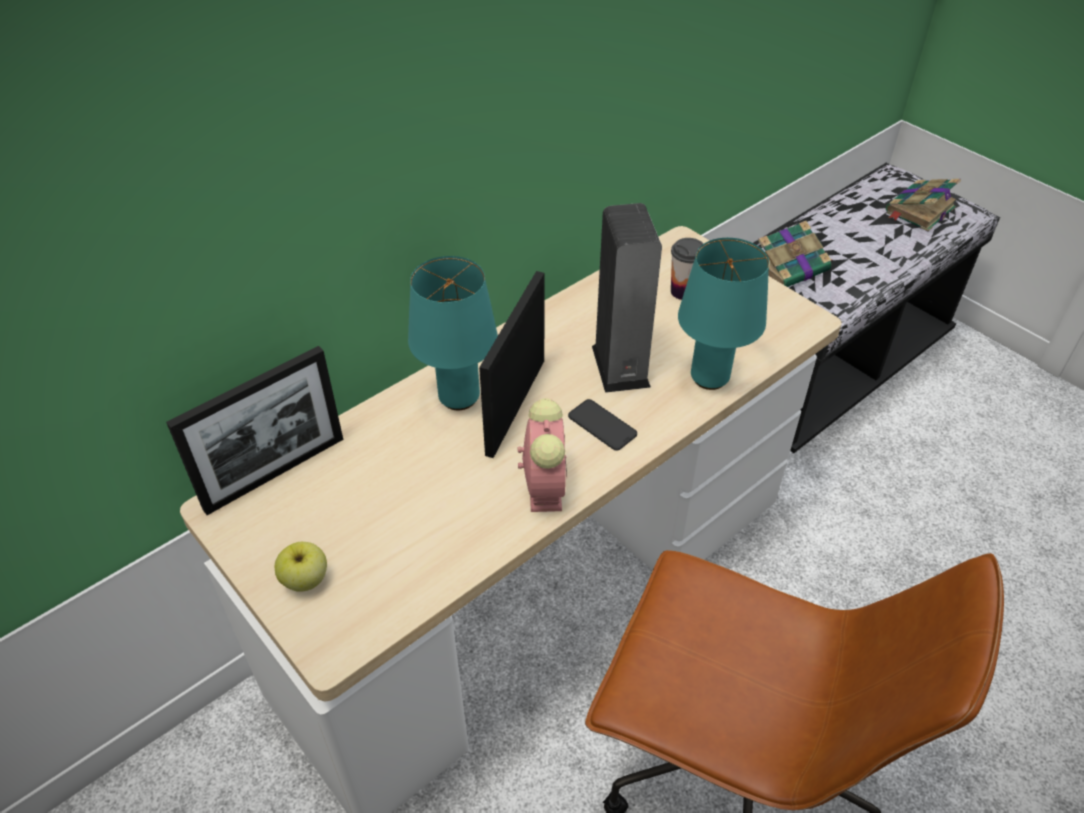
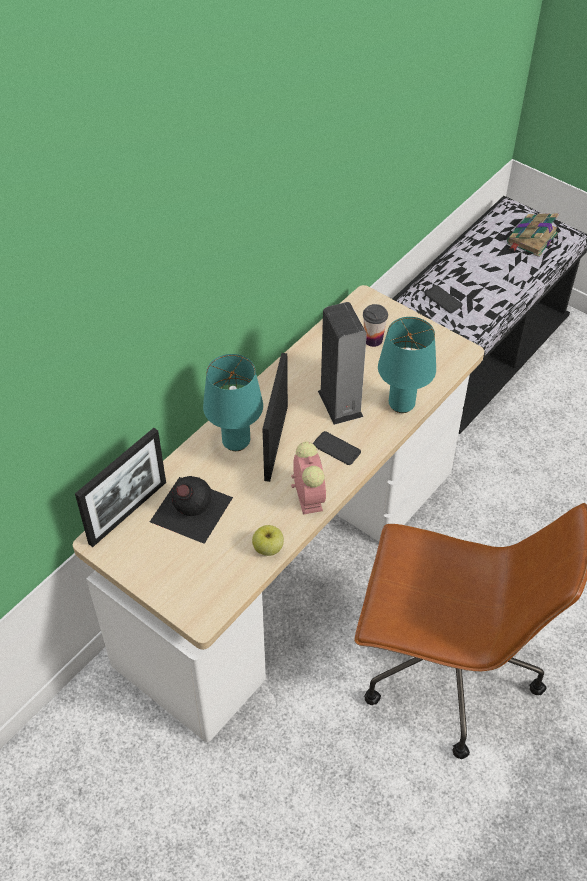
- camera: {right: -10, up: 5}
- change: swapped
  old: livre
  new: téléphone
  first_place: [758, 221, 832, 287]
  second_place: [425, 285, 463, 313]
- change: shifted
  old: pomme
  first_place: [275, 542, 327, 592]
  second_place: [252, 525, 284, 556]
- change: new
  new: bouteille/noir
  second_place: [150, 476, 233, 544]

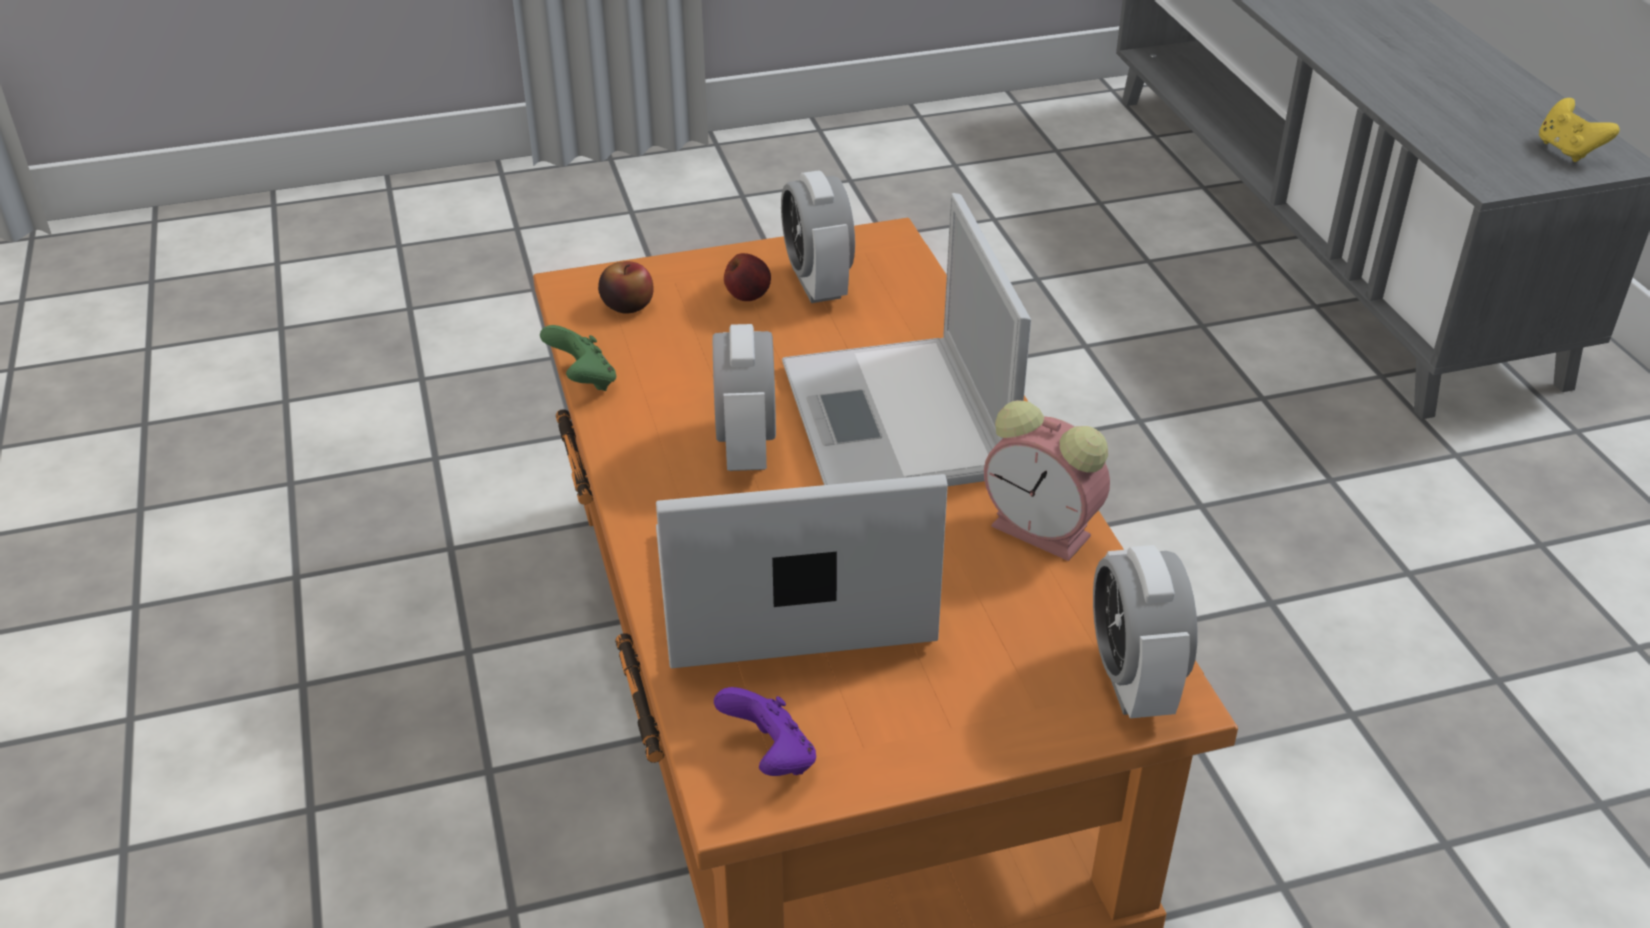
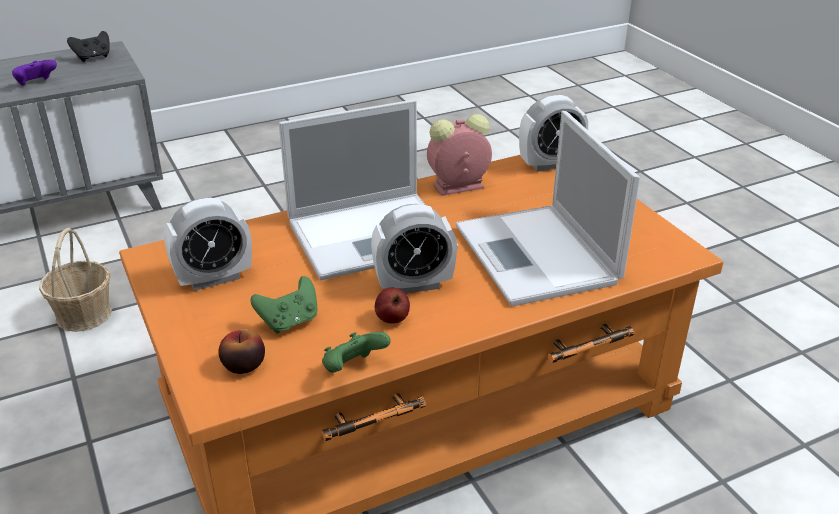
- camera: {right: -100, up: -5}
- change: repainted
  old: manette/jaune
  new: manette/noir
  first_place: [1539, 98, 1620, 162]
  second_place: [67, 31, 110, 62]
- change: shifted
  old: pomme
  first_place: [724, 253, 771, 301]
  second_place: [375, 288, 410, 324]
- change: rotated
  old: réveil
  first_place: [984, 400, 1110, 561]
  second_place: [427, 114, 492, 196]
  degrees: -135
- change: shifted
  old: manette/violet
  first_place: [714, 687, 816, 776]
  second_place: [12, 60, 57, 85]
- change: new
  new: panier
  second_place: [39, 228, 112, 332]
- change: new
  new: manette/vert
  second_place: [250, 276, 317, 333]

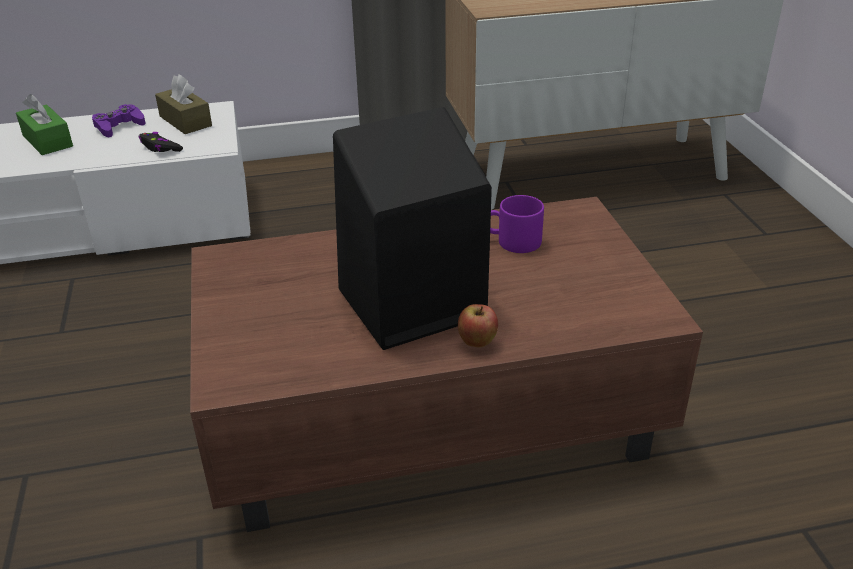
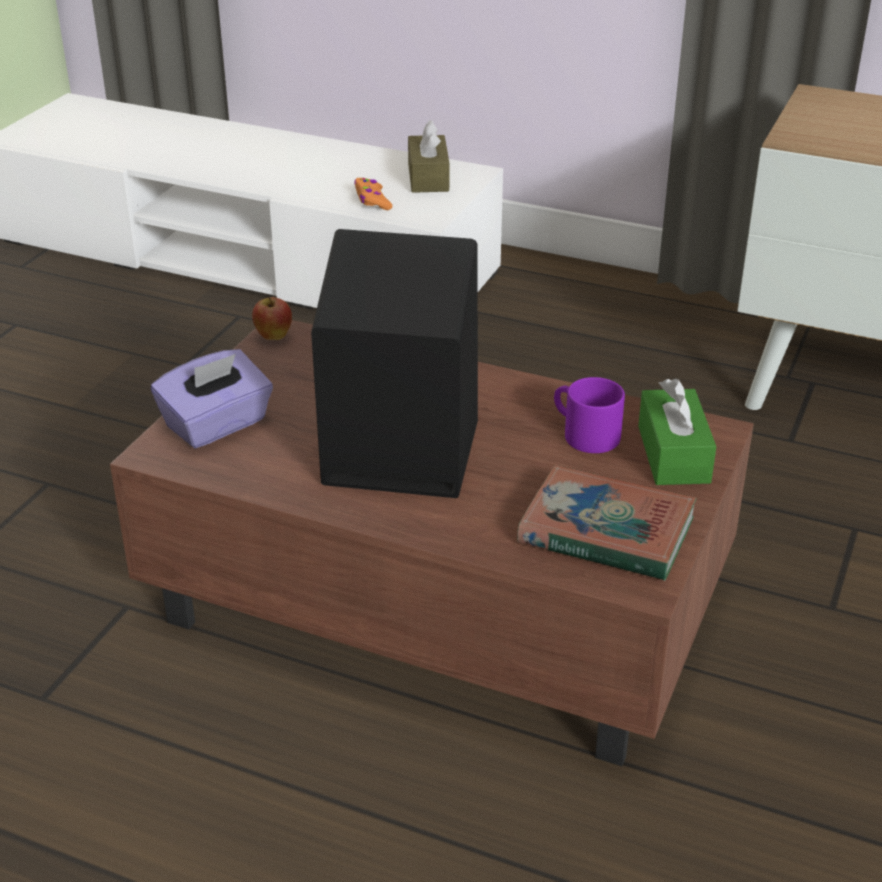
- camera: {right: 35, up: 0}
- change: shifted
  old: boîte à mouchoirs/vert
  first_place: [16, 94, 73, 155]
  second_place: [638, 378, 716, 485]
- change: gone
  old: manette/violet
  first_place: [92, 104, 145, 137]
- change: repainted
  old: manette/noir
  new: manette/orange
  first_place: [139, 132, 183, 152]
  second_place: [354, 178, 392, 210]
- change: shifted
  old: pomme
  first_place: [458, 304, 498, 348]
  second_place: [252, 297, 292, 340]
- change: new
  new: boîte à mouchoirs/violet
  second_place: [151, 349, 273, 448]
- change: new
  new: livre
  second_place: [517, 465, 697, 581]

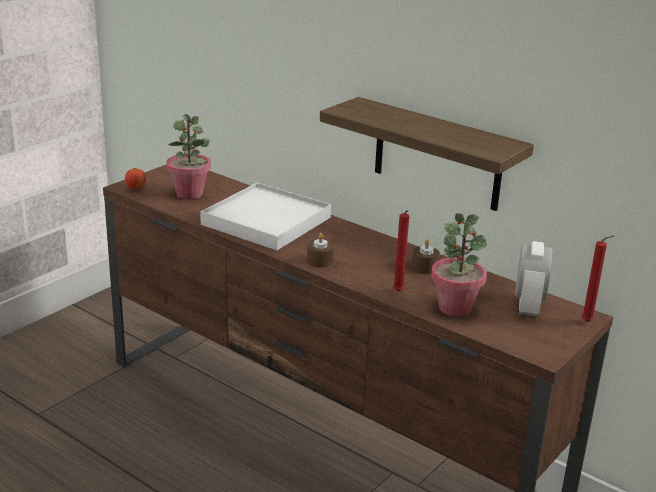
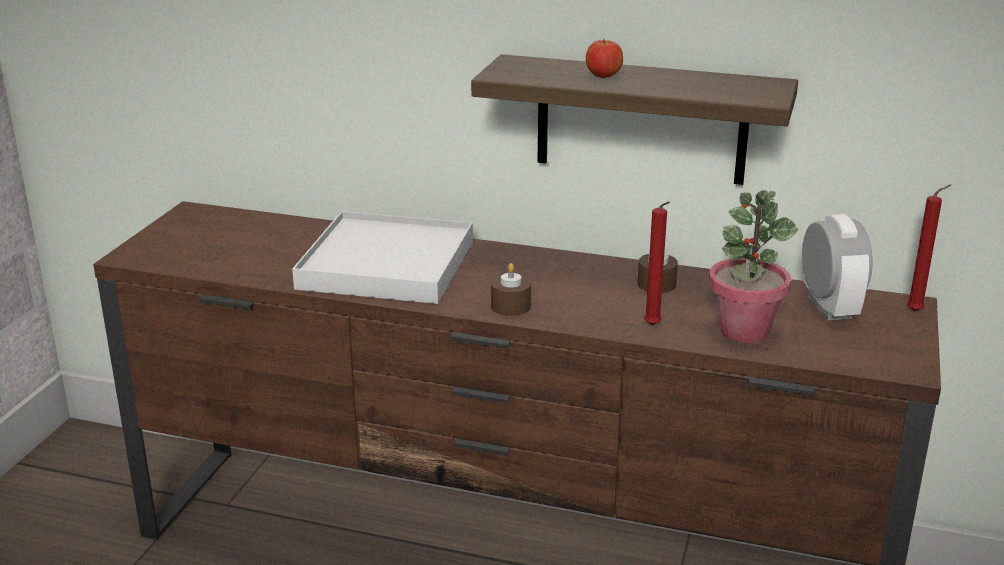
- camera: {right: -20, up: 0}
- change: gone
  old: plante en pot
  first_place: [166, 114, 211, 199]
- change: shifted
  old: pomme
  first_place: [125, 168, 146, 190]
  second_place: [586, 39, 623, 78]

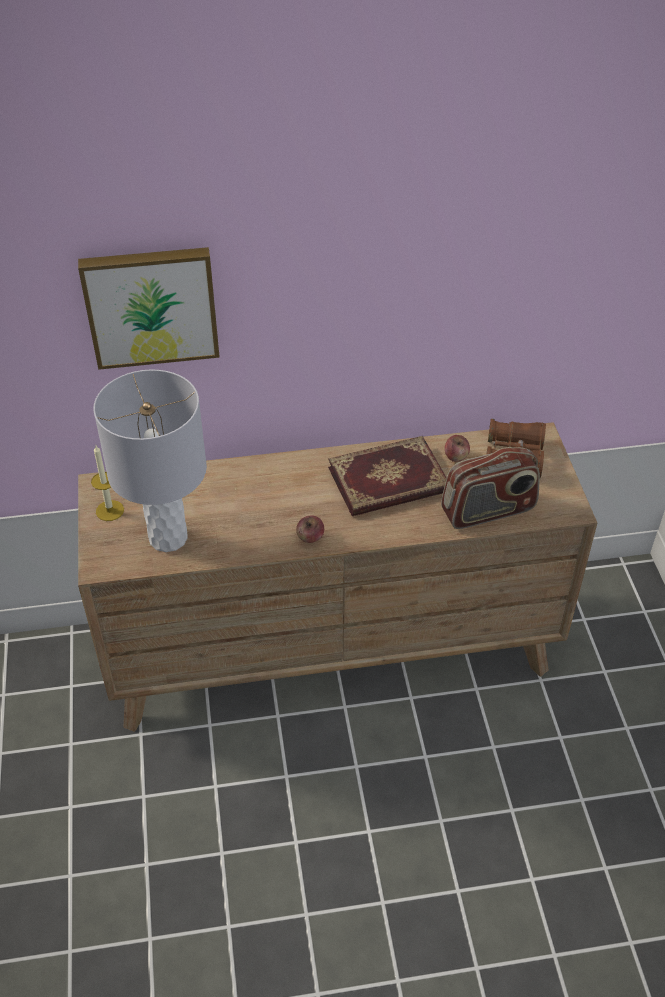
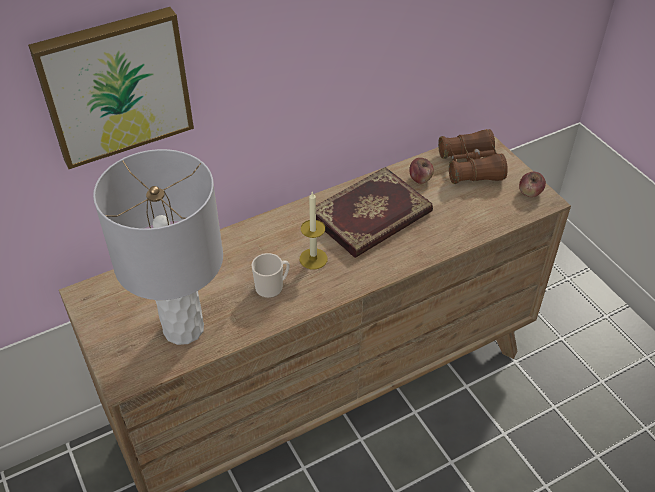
- camera: {right: -20, up: 0}
- change: shifted
  old: bougie
  first_place: [91, 446, 124, 521]
  second_place: [300, 191, 328, 269]
- change: gone
  old: radio
  first_place: [441, 447, 540, 529]
- change: shifted
  old: pomme
  first_place: [296, 516, 324, 543]
  second_place: [519, 172, 546, 197]
- change: new
  new: mug
  second_place: [251, 253, 290, 298]

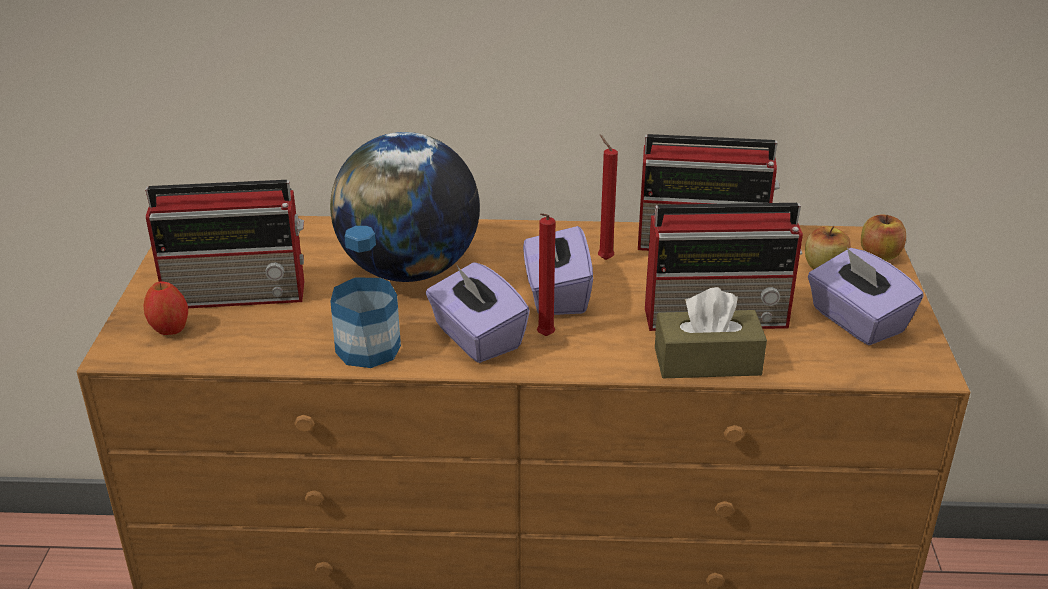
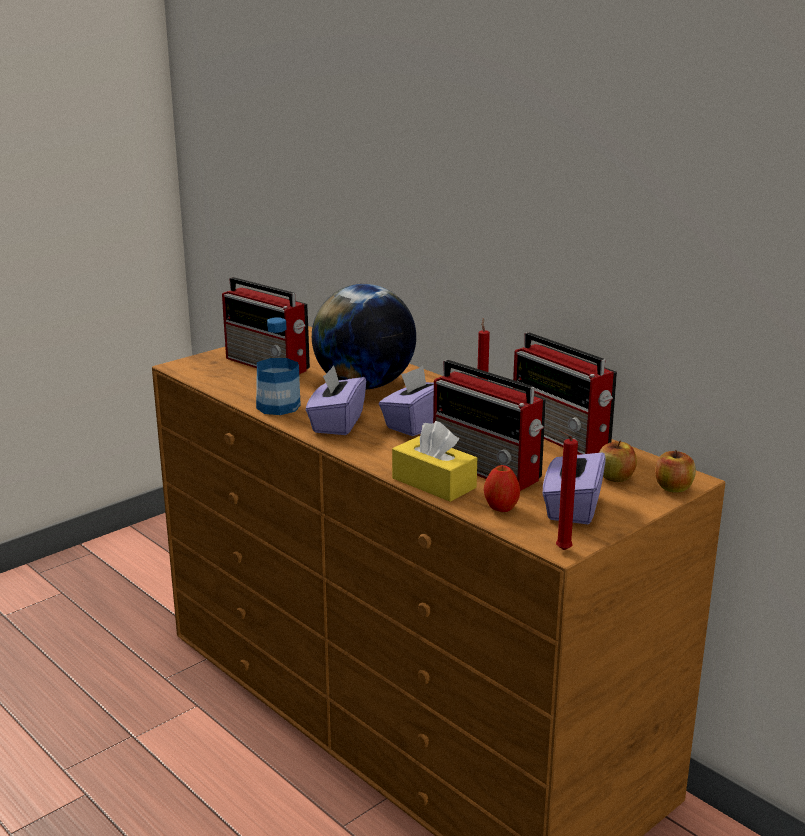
- camera: {right: 45, up: -10}
- change: shifted
  old: bougie/rouge
  first_place: [537, 213, 555, 336]
  second_place: [556, 430, 578, 550]
- change: shifted
  old: pomme
  first_place: [143, 282, 188, 335]
  second_place: [484, 465, 520, 512]
- change: repainted
  old: boîte à mouchoirs/marron
  new: boîte à mouchoirs/jaune
  first_place: [655, 287, 767, 378]
  second_place: [392, 421, 477, 502]

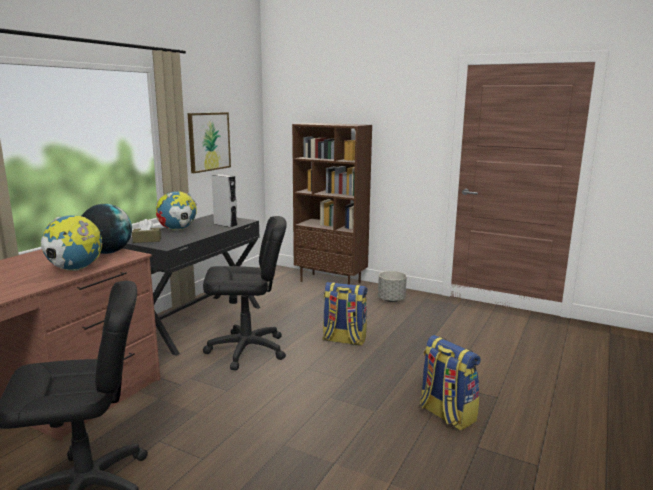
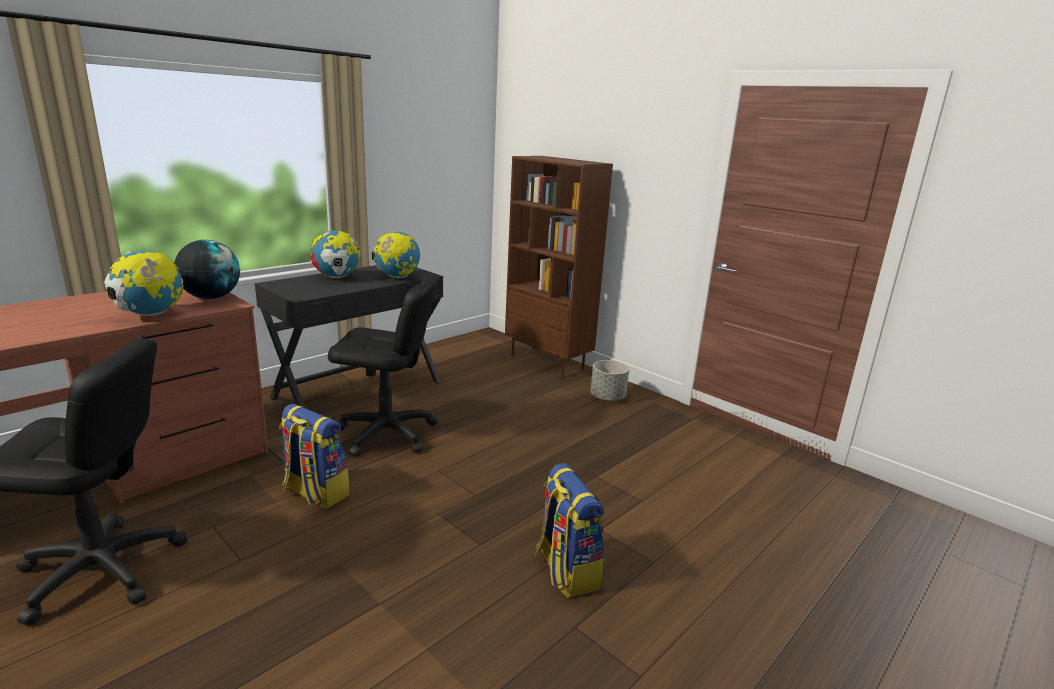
- camera: {right: 15, up: 5}
- change: gone
  old: tableau
  first_place: [188, 112, 231, 173]
- change: swapped
  old: enceinte/gris
  new: globe
  first_place: [211, 174, 237, 228]
  second_place: [372, 231, 420, 278]
- change: gone
  old: boîte à mouchoirs/marron
  first_place: [132, 219, 161, 243]
- change: shifted
  old: sac à dos
  first_place: [322, 282, 367, 346]
  second_place: [279, 404, 350, 509]

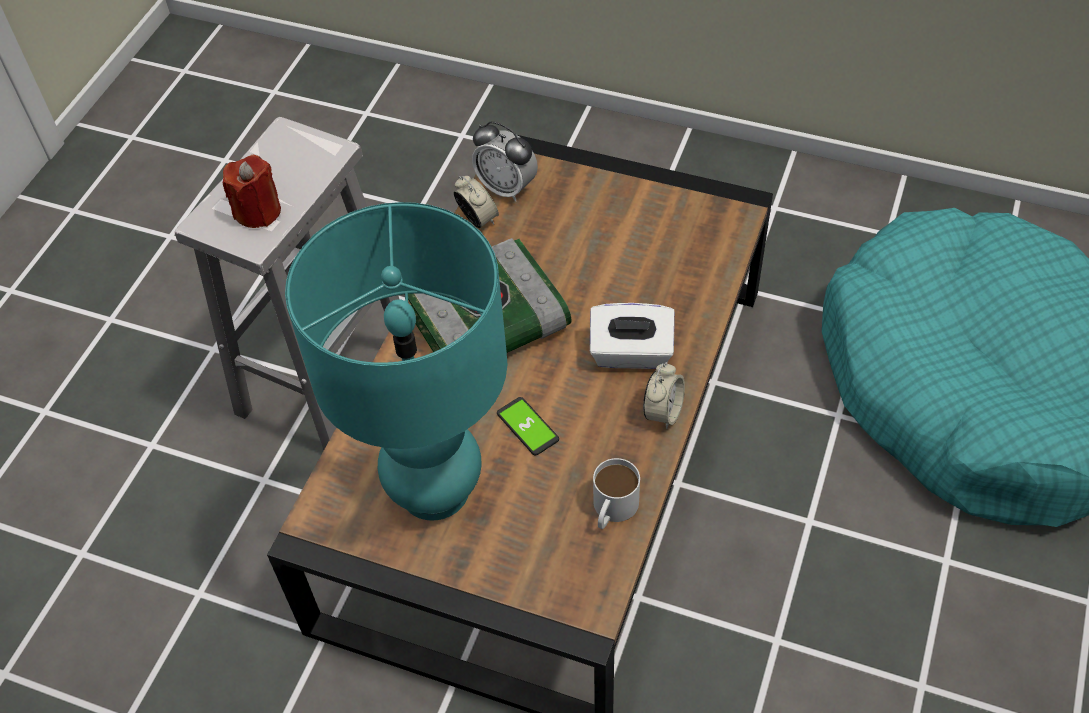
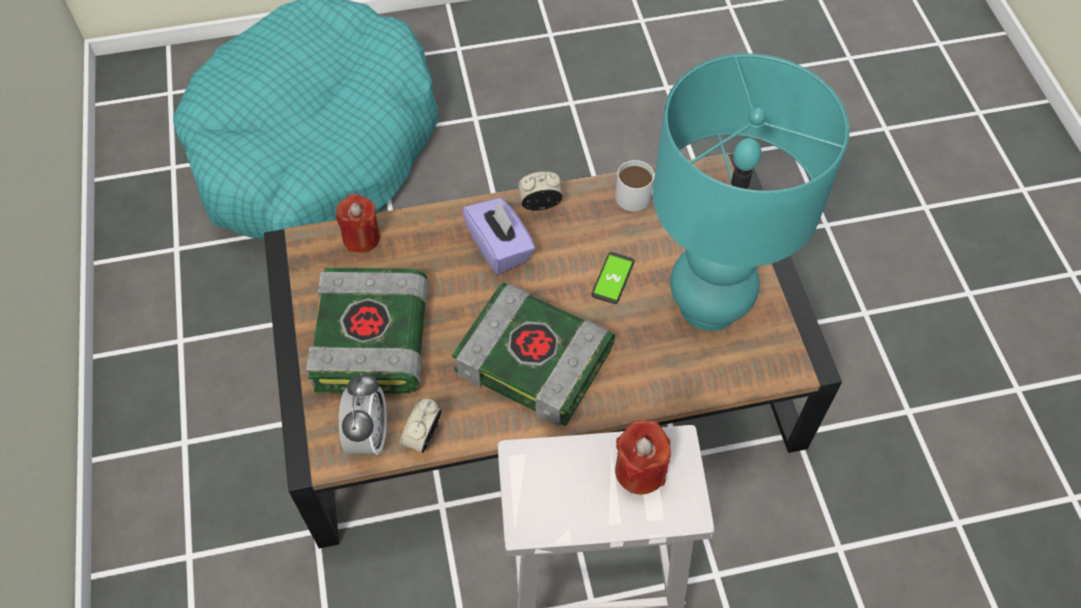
- camera: {right: -125, up: 5}
- change: repainted
  old: boîte à mouchoirs/blanc
  new: boîte à mouchoirs/violet
  first_place: [590, 303, 675, 369]
  second_place: [462, 198, 536, 275]
- change: new
  new: bougie/rouge
  second_place: [336, 194, 380, 253]
- change: new
  new: livre
  second_place: [306, 267, 428, 394]

